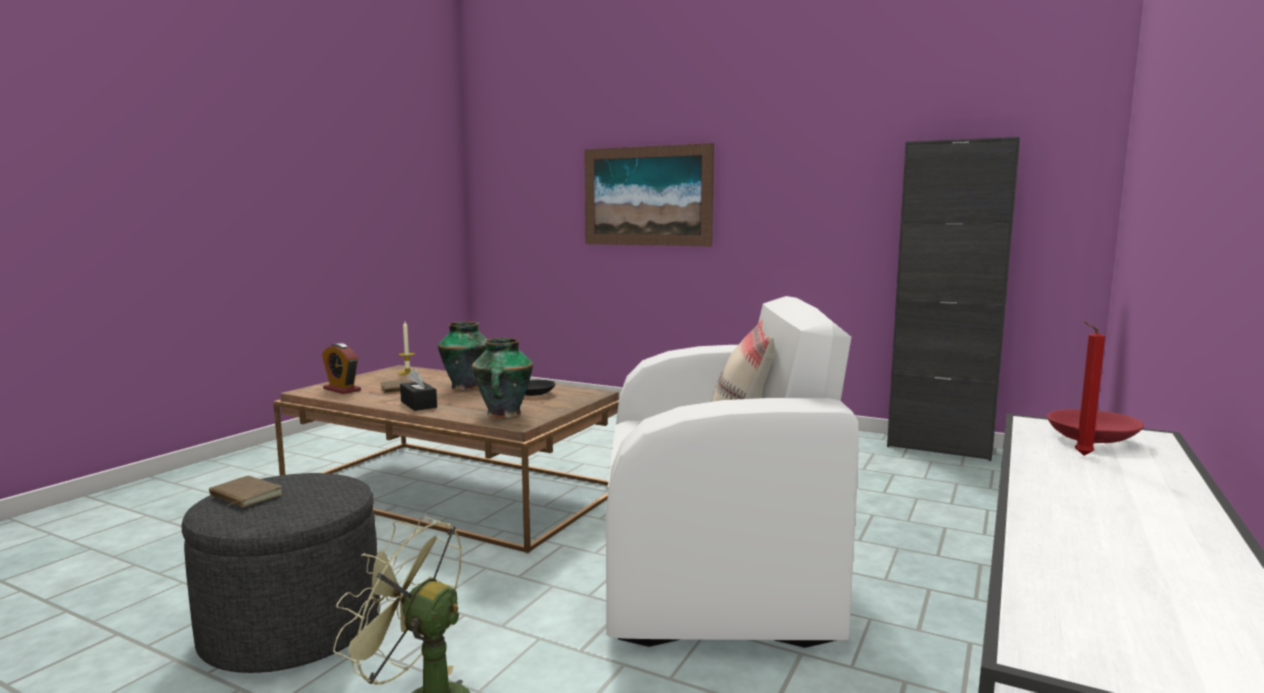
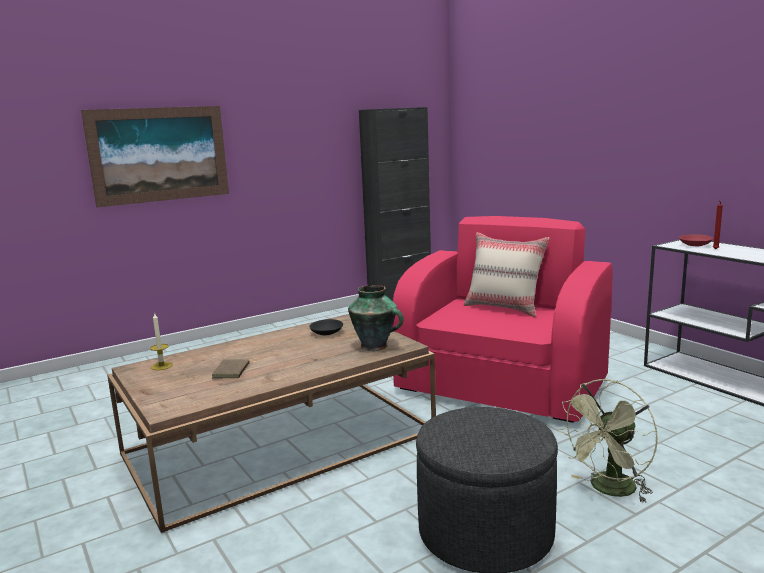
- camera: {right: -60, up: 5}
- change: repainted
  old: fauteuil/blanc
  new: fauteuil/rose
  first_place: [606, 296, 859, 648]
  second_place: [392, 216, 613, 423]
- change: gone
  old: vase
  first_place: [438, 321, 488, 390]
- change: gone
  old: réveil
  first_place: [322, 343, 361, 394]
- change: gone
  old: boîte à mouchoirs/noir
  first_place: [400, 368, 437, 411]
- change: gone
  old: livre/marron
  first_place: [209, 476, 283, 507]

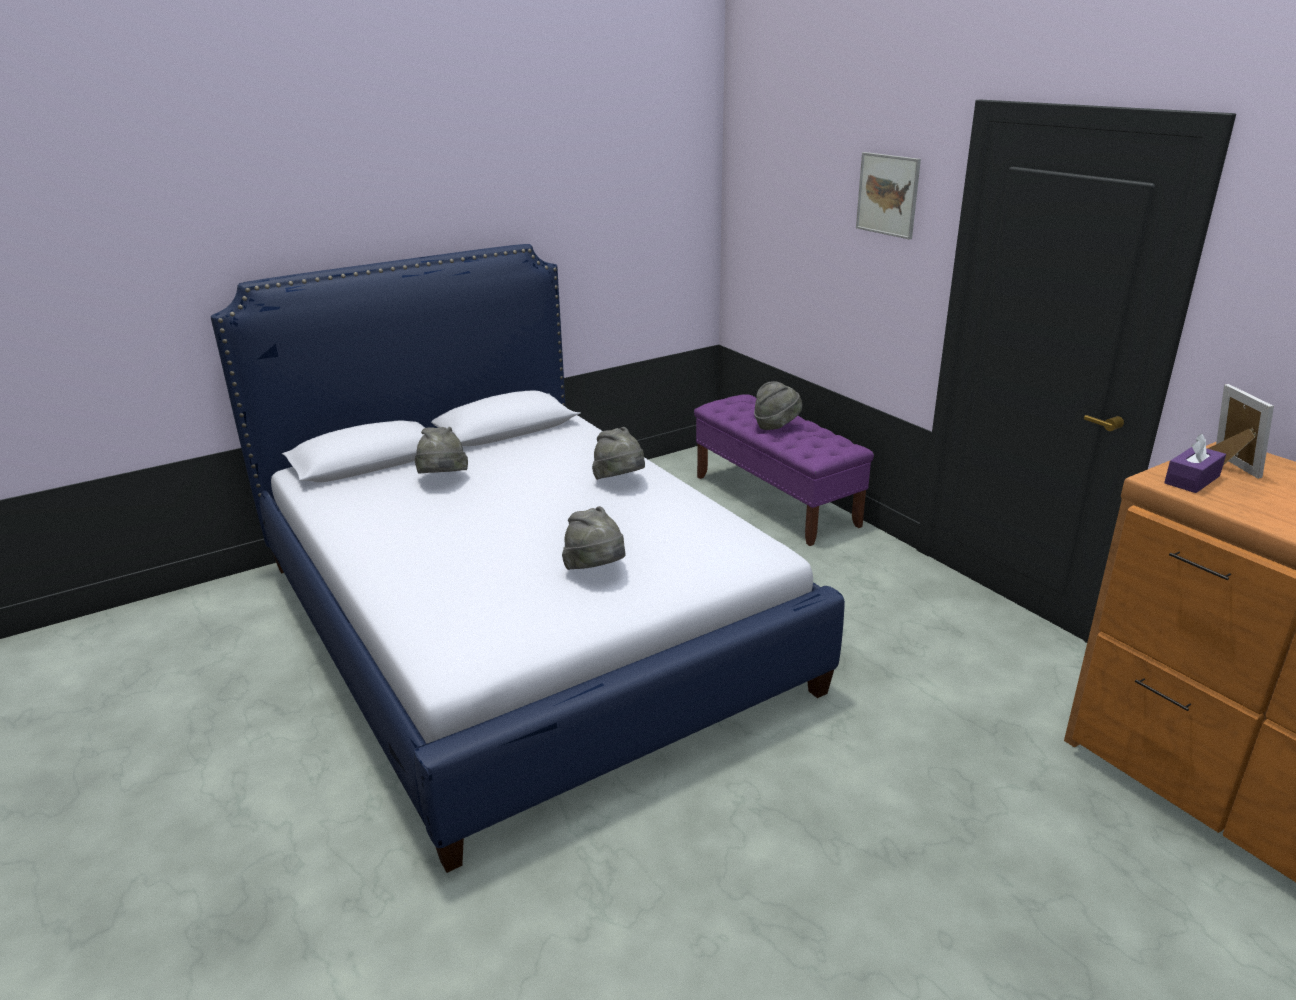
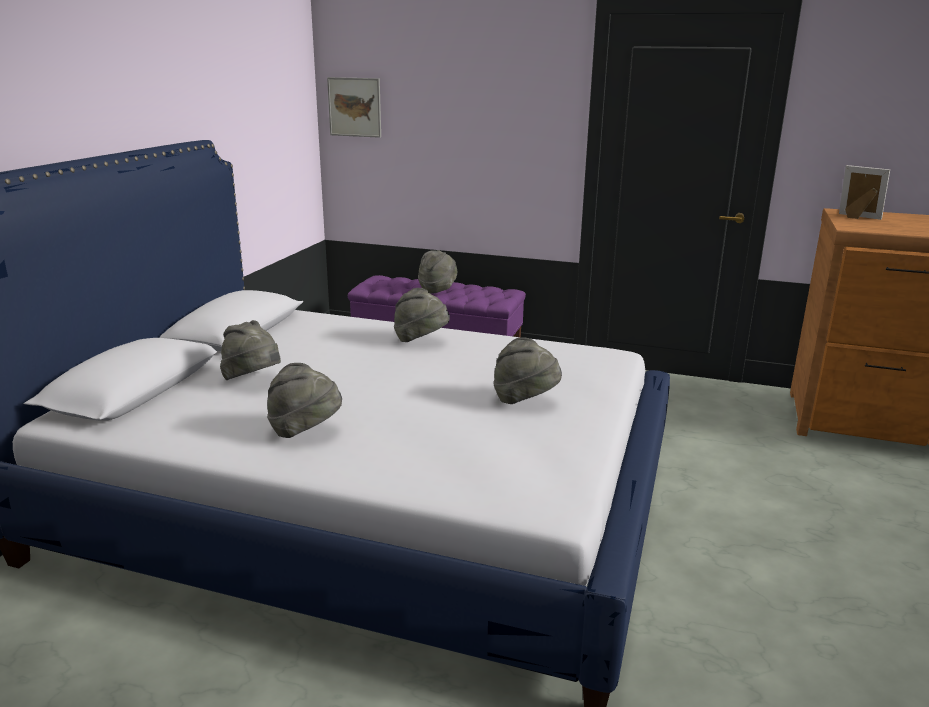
- camera: {right: -40, up: -5}
- change: shifted
  old: tableau
  first_place: [856, 152, 921, 240]
  second_place: [327, 77, 381, 138]
- change: gone
  old: boîte à mouchoirs/violet
  first_place: [1164, 434, 1226, 493]
- change: new
  new: chapeau/gris
  second_place: [267, 363, 342, 438]

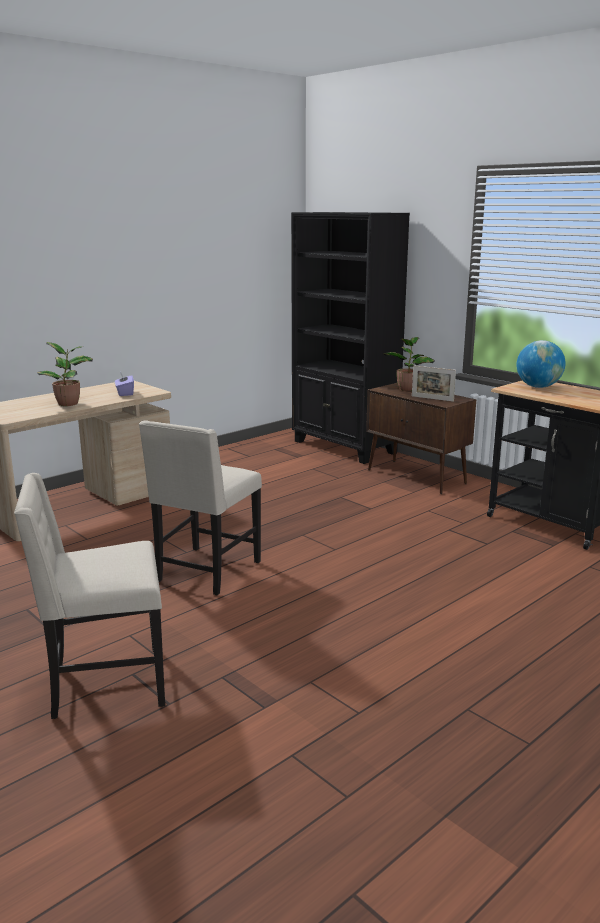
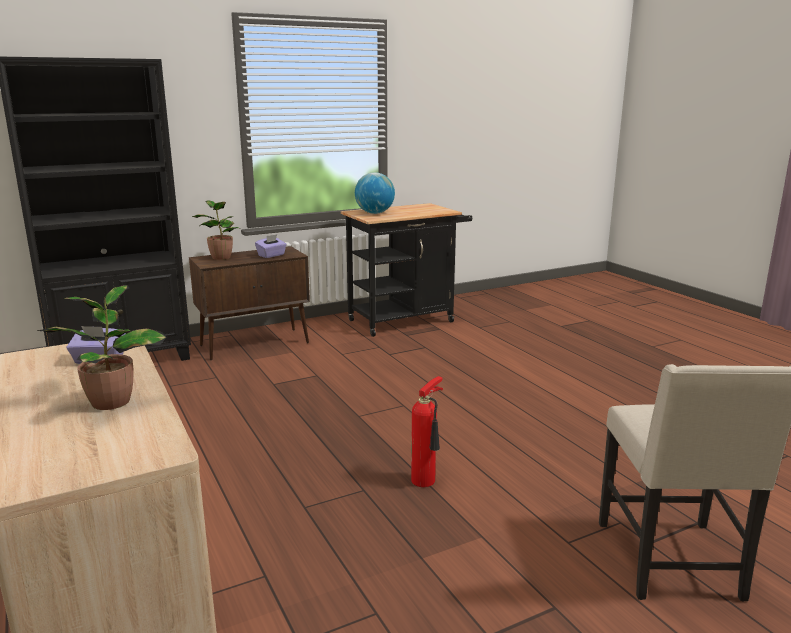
- camera: {right: -75, up: 0}
- change: swapped
  old: cadre photo
  new: boîte à mouchoirs/violet
  first_place: [412, 365, 456, 402]
  second_place: [255, 234, 287, 258]
- change: swapped
  old: chaise/beige
  new: extincteur
  first_place: [139, 420, 262, 595]
  second_place: [411, 376, 443, 487]

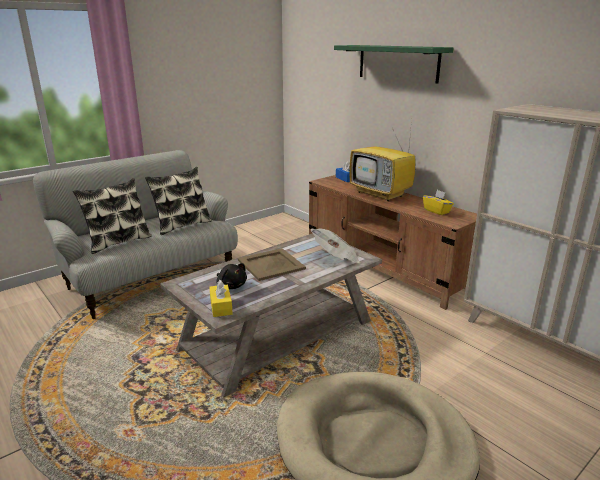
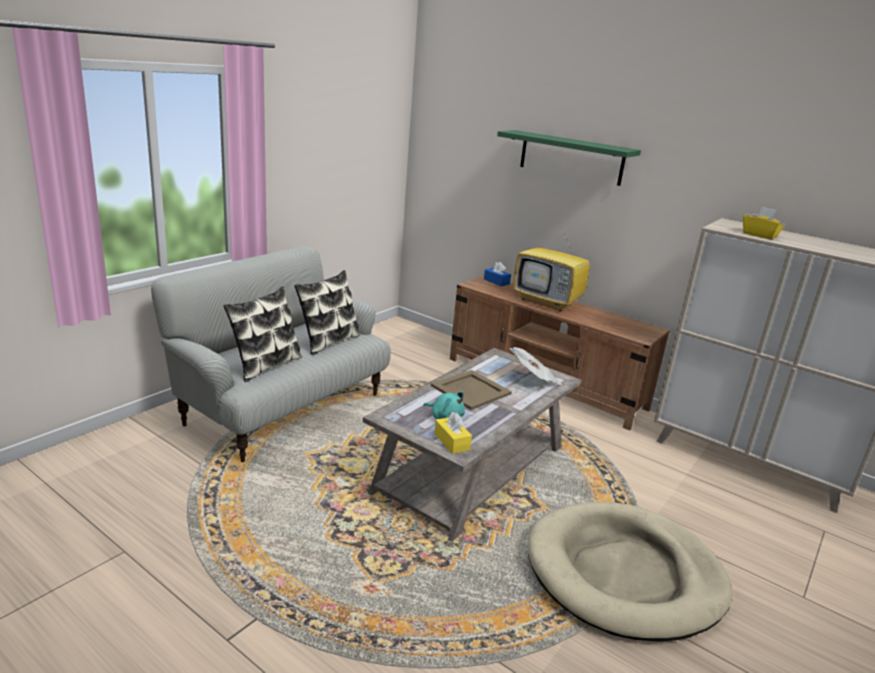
- camera: {right: -15, up: 0}
- change: shifted
  old: boîte à mouchoirs/jaune
  first_place: [423, 190, 454, 215]
  second_place: [743, 206, 785, 239]
- change: repainted
  old: peluche/noir
  new: peluche/turquoise
  first_place: [216, 263, 247, 289]
  second_place: [423, 392, 465, 419]

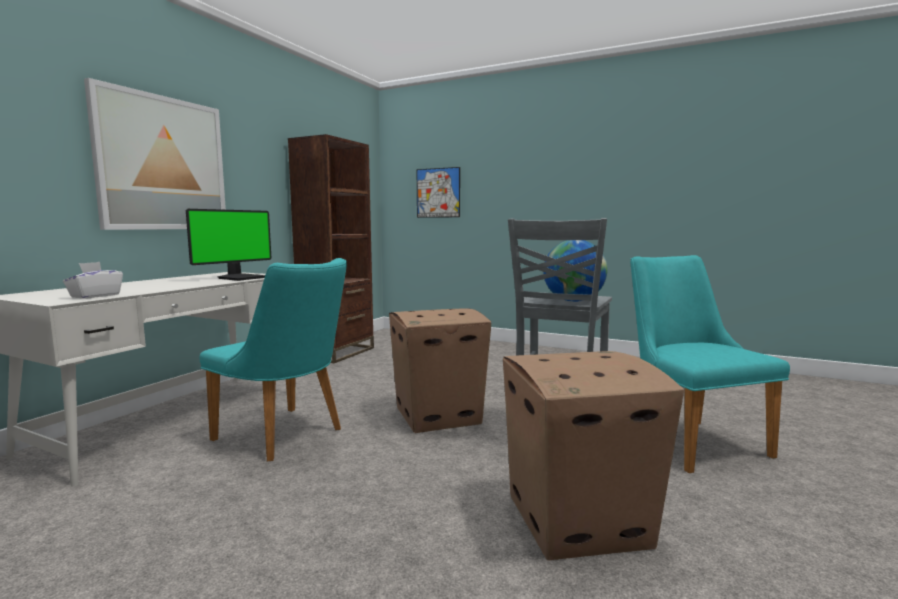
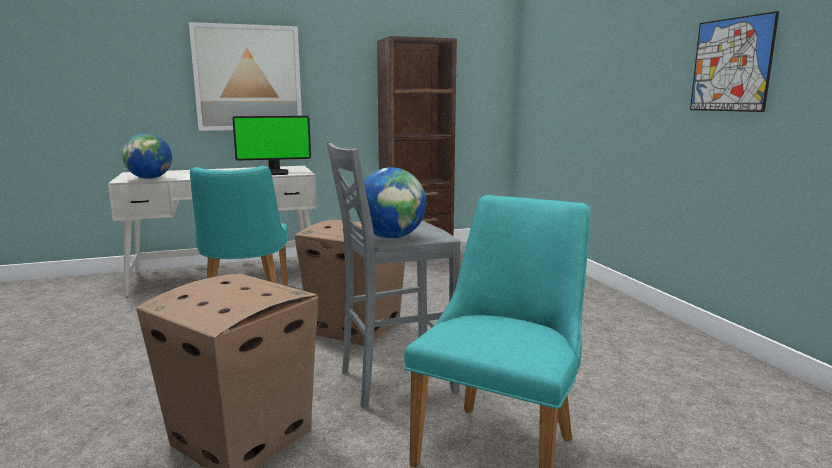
- camera: {right: 45, up: 5}
- change: shifted
  old: tableau
  first_place: [417, 167, 460, 218]
  second_place: [690, 11, 779, 112]
- change: swapped
  old: boîte à mouchoirs/blanc
  new: globe
  first_place: [63, 262, 123, 299]
  second_place: [122, 133, 172, 179]

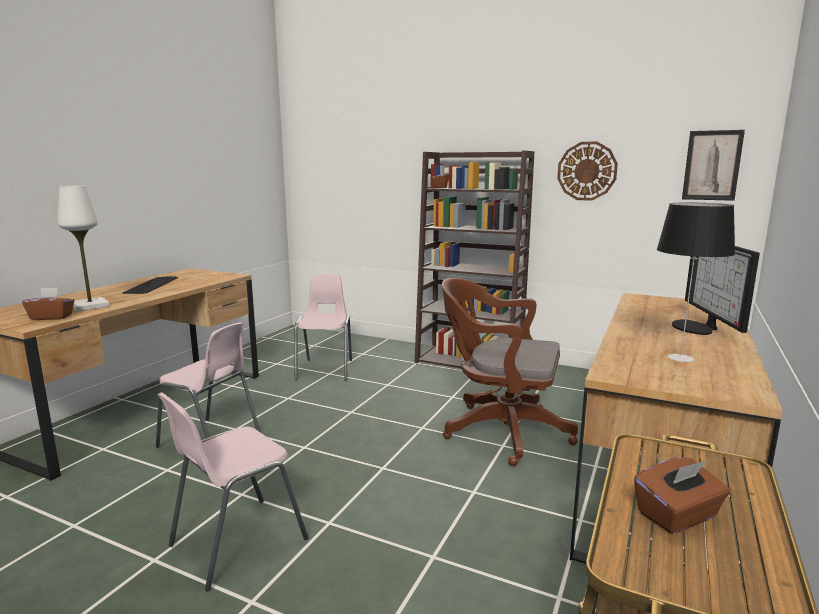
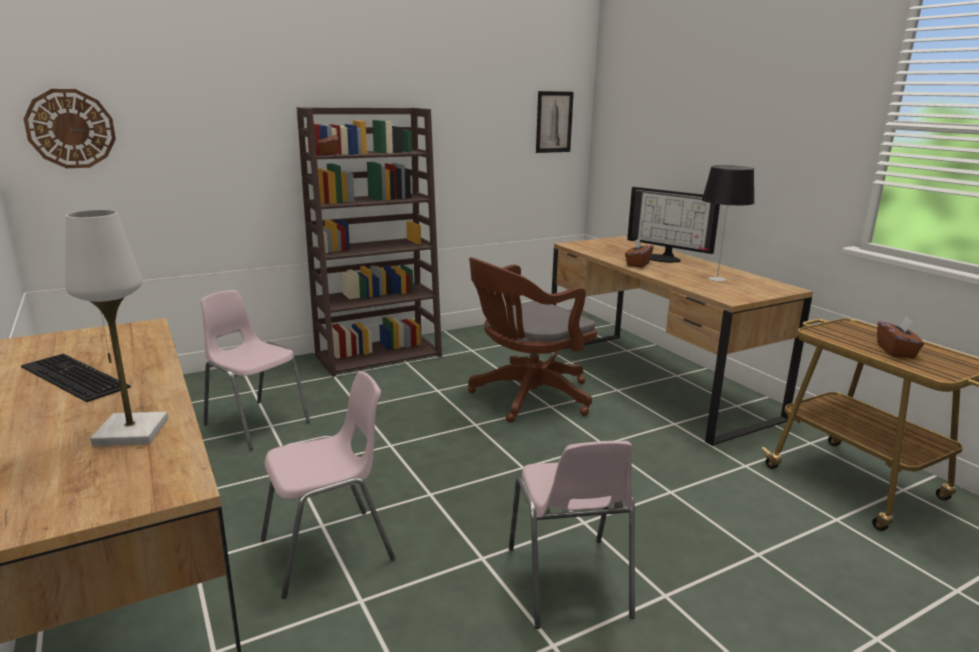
- camera: {right: -55, up: 5}
- change: shifted
  old: horloge murale
  first_place: [557, 142, 618, 201]
  second_place: [24, 89, 116, 168]
- change: shifted
  old: boîte à mouchoirs/marron
  first_place: [22, 287, 74, 320]
  second_place: [625, 238, 653, 268]

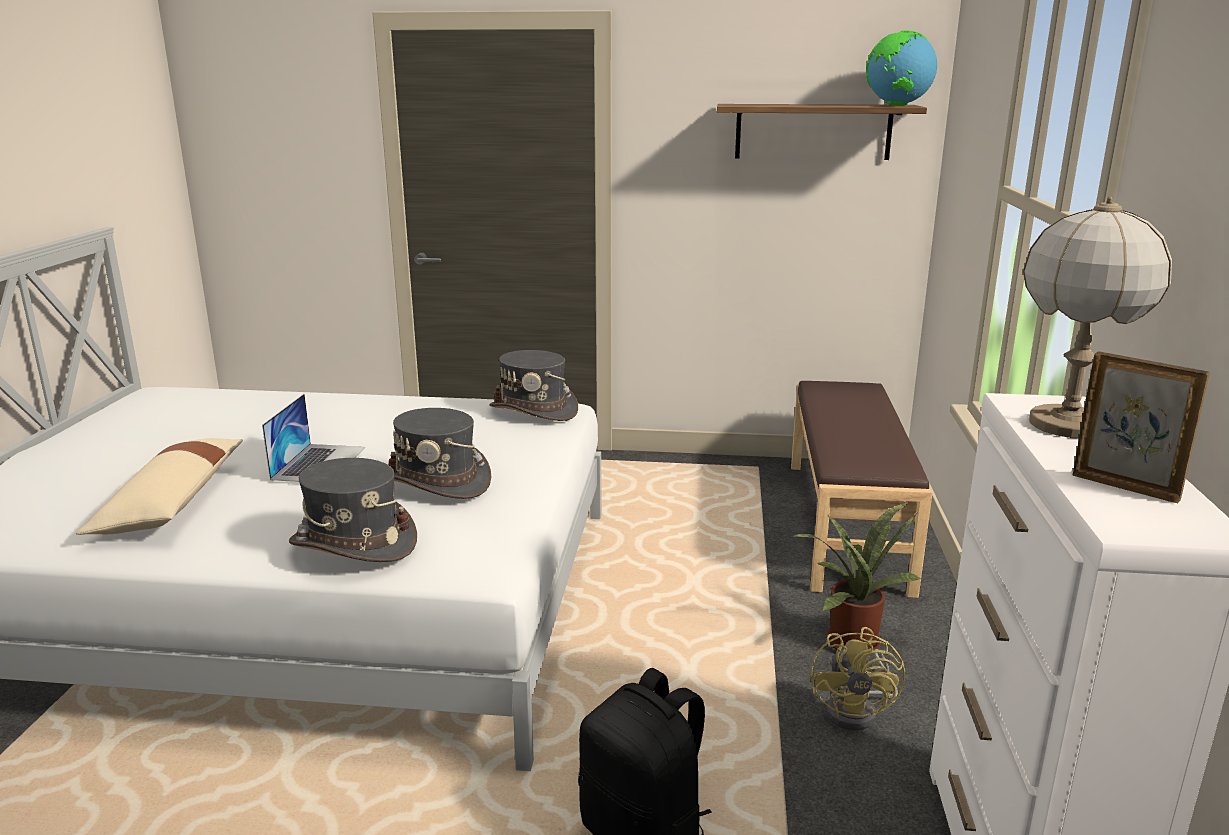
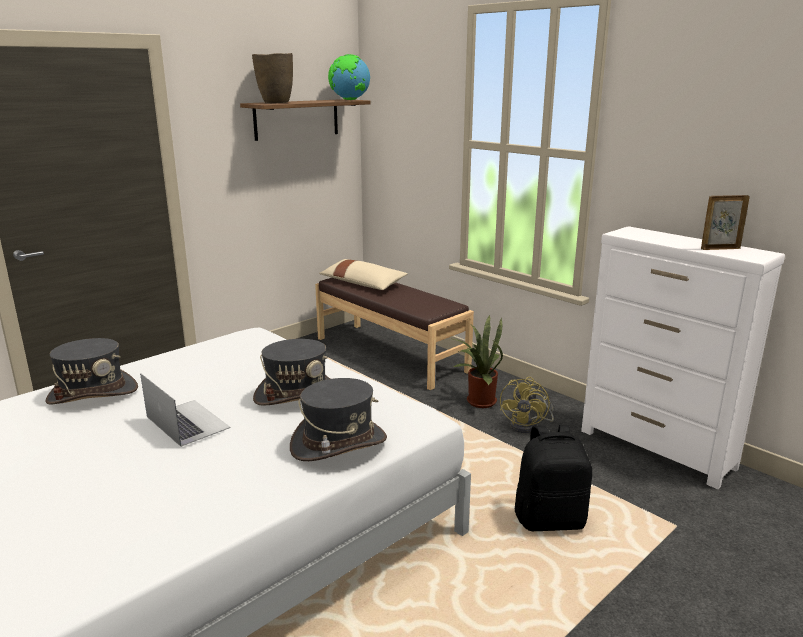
- camera: {right: -50, up: 0}
- change: gone
  old: lampe de table
  first_place: [1023, 196, 1172, 438]
- change: shifted
  old: chapeau/gris
  first_place: [489, 350, 578, 421]
  second_place: [45, 338, 138, 405]
- change: shifted
  old: coussin/beige
  first_place: [76, 438, 243, 535]
  second_place: [319, 259, 408, 290]
- change: rotated
  old: ventilateur/jaune
  first_place: [810, 627, 905, 731]
  second_place: [500, 377, 554, 433]
  degrees: 60
- change: new
  new: vase/marron
  second_place: [252, 53, 293, 103]

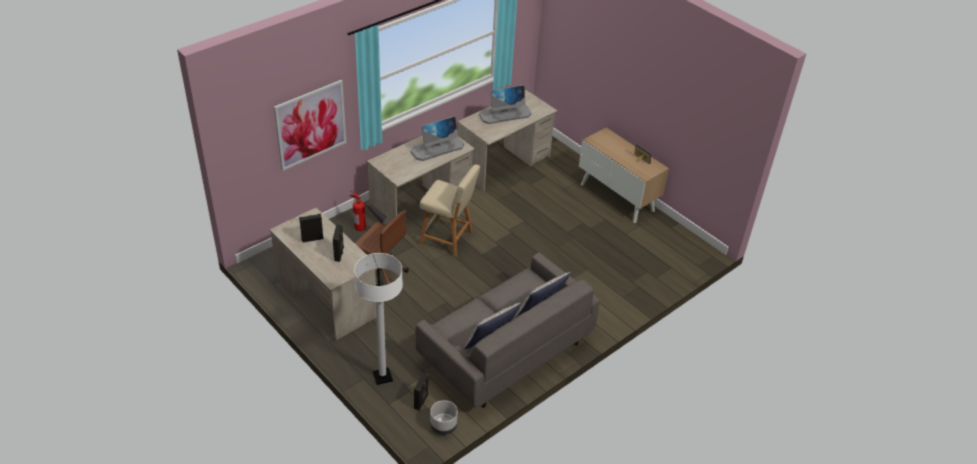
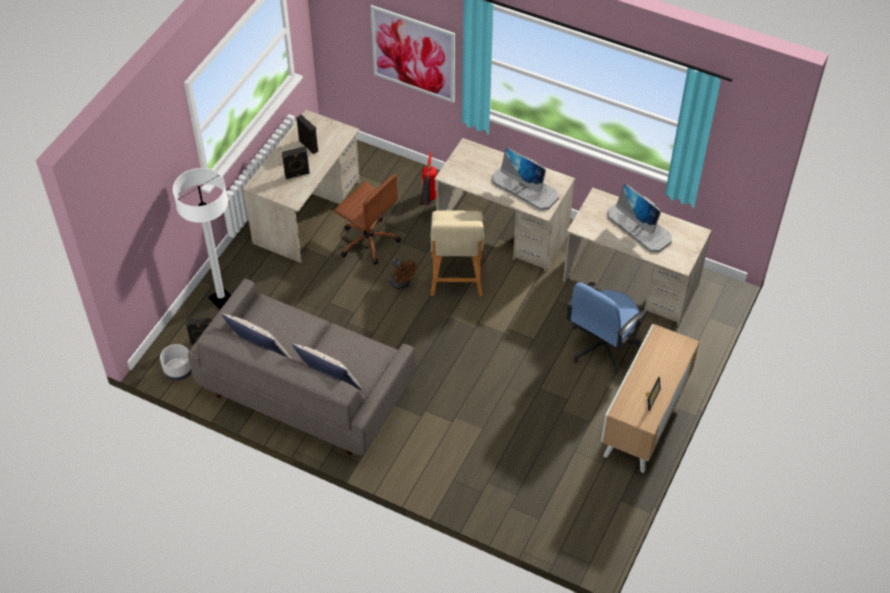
- camera: {right: 70, up: 10}
- change: rotated
  old: chaise de bureau/marron
  first_place: [355, 210, 409, 285]
  second_place: [334, 174, 401, 265]
  degrees: -60
- change: new
  new: ventilateur/marron
  second_place: [390, 258, 417, 290]
- change: new
  new: chaise de bureau/bleu
  second_place: [567, 282, 646, 374]

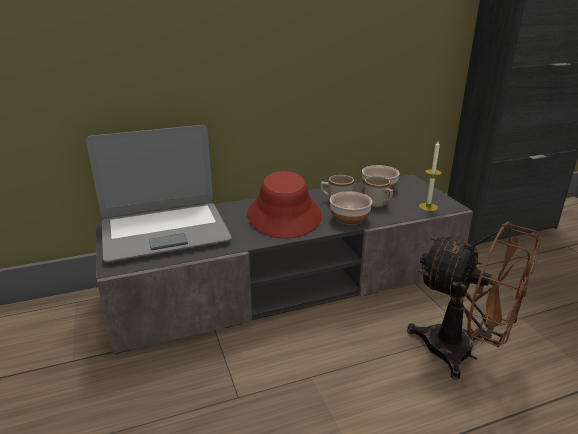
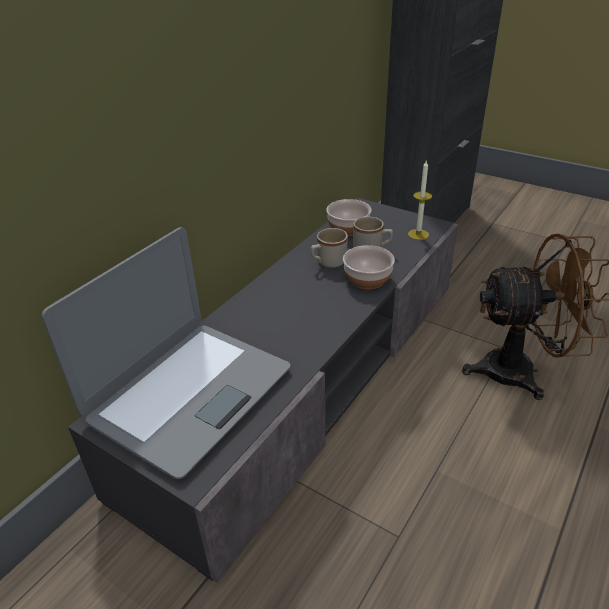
- camera: {right: -35, up: 10}
- change: gone
  old: chapeau/rouge
  first_place: [247, 171, 321, 238]

